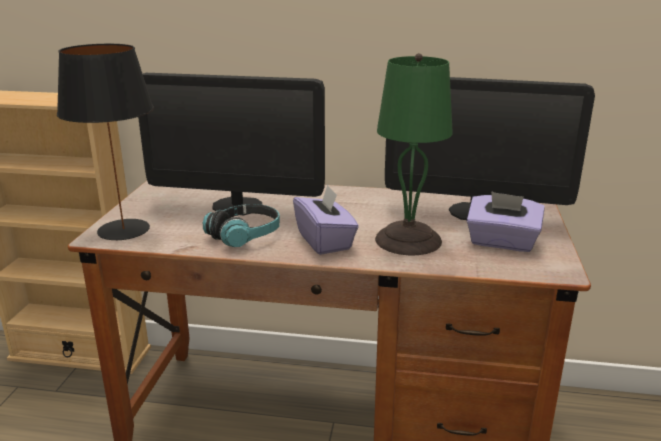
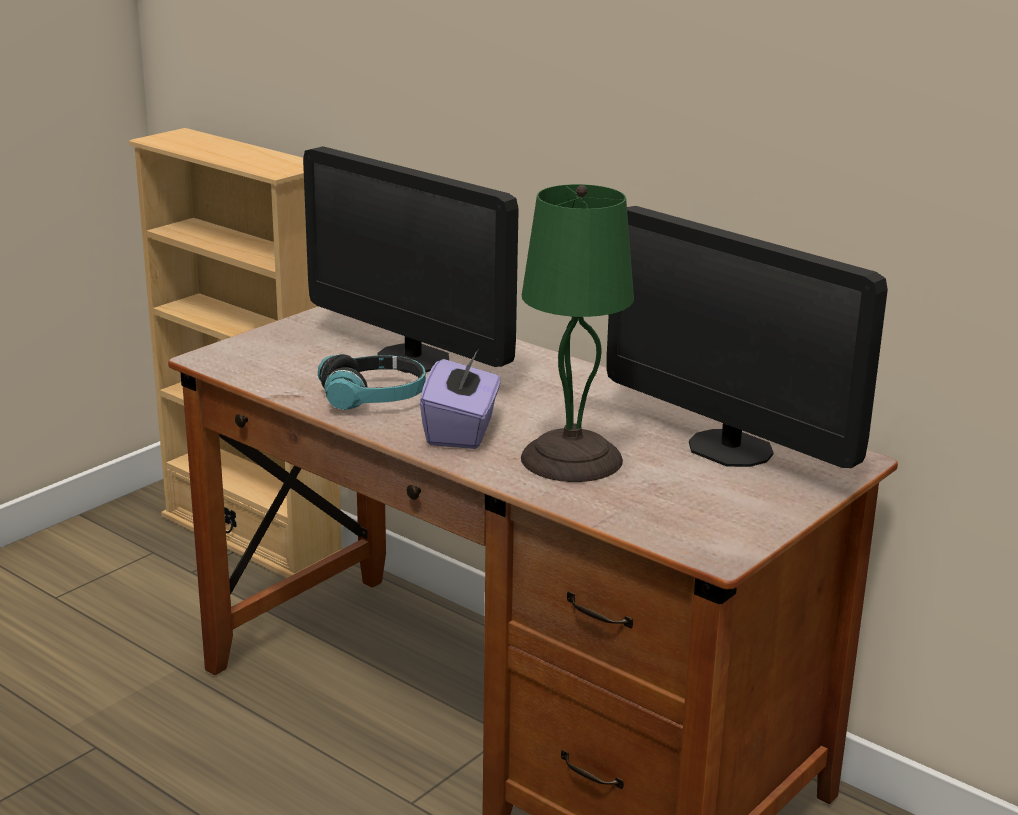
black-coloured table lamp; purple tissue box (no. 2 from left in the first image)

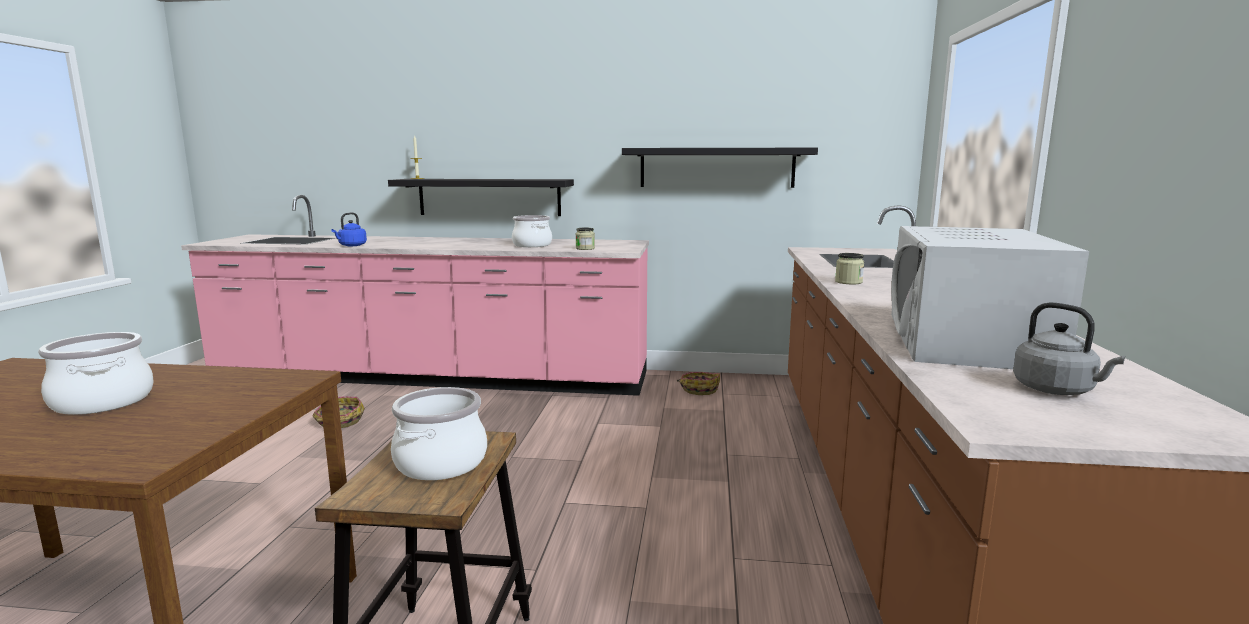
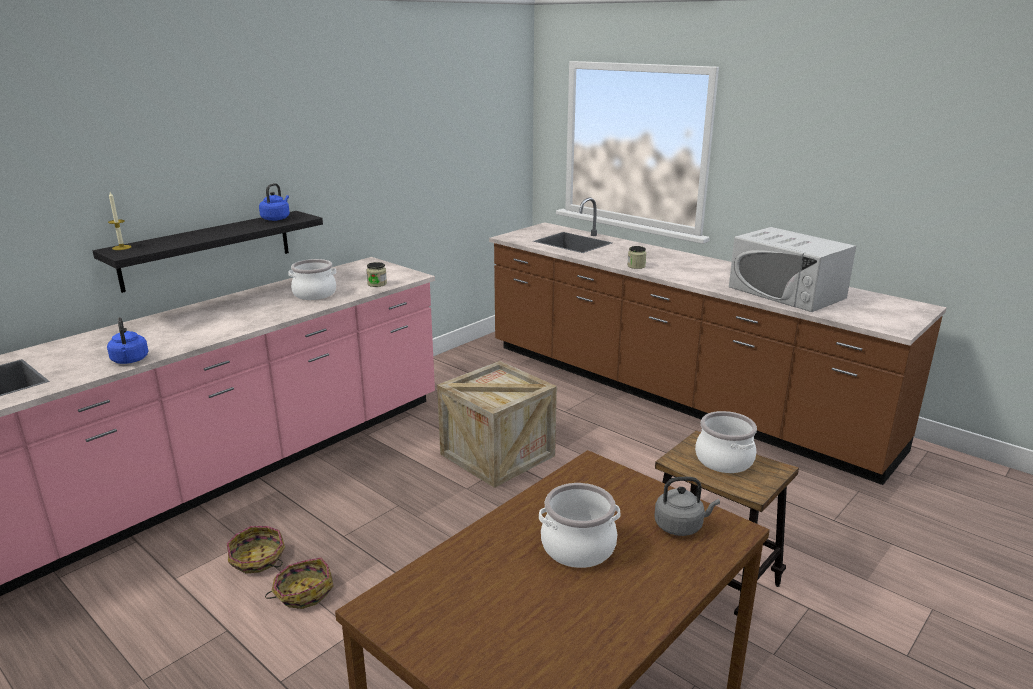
black-coloured wall shelf (no. 2 from left in the first image); bluish kettle (no. 2 from left); crate; storage basket (no. 2 from left); grey kettle

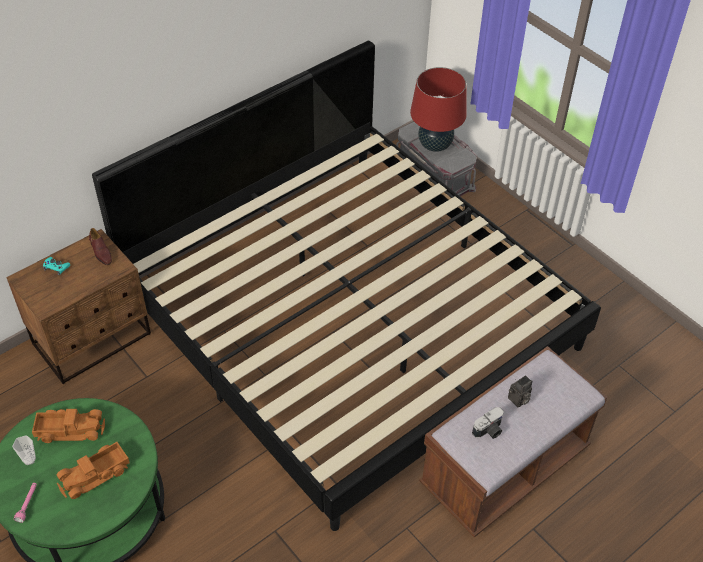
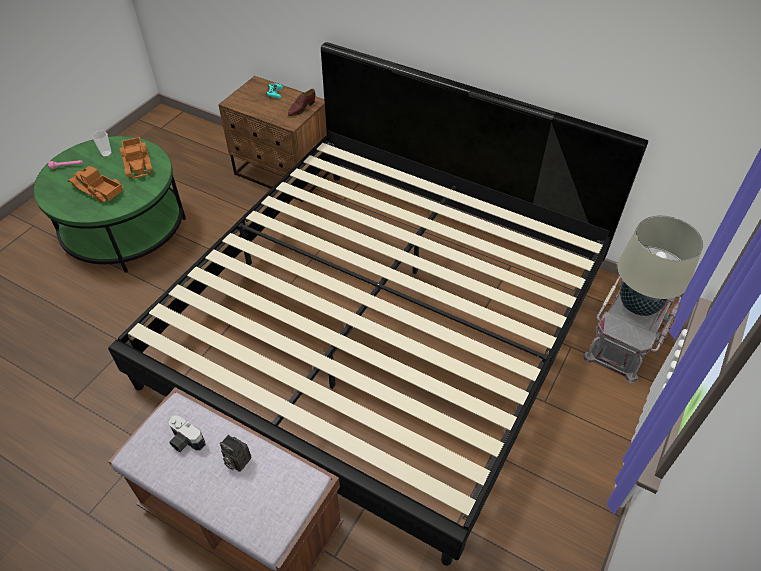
beige table lamp

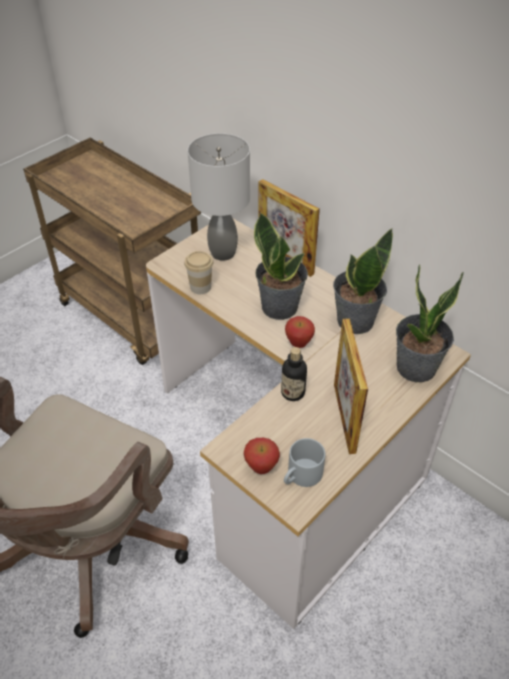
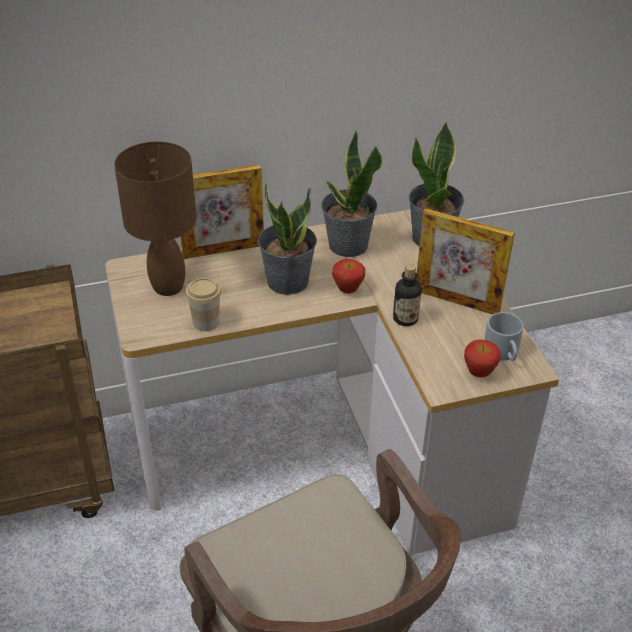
brownish table lamp

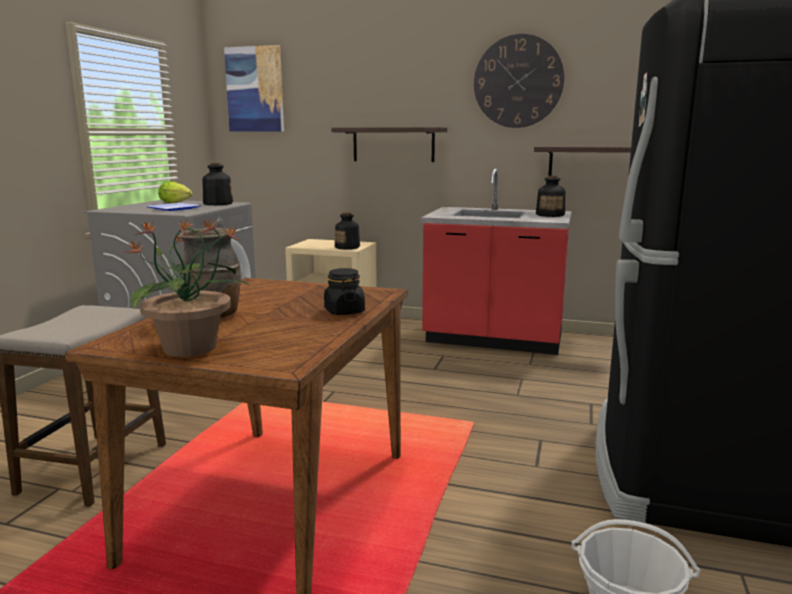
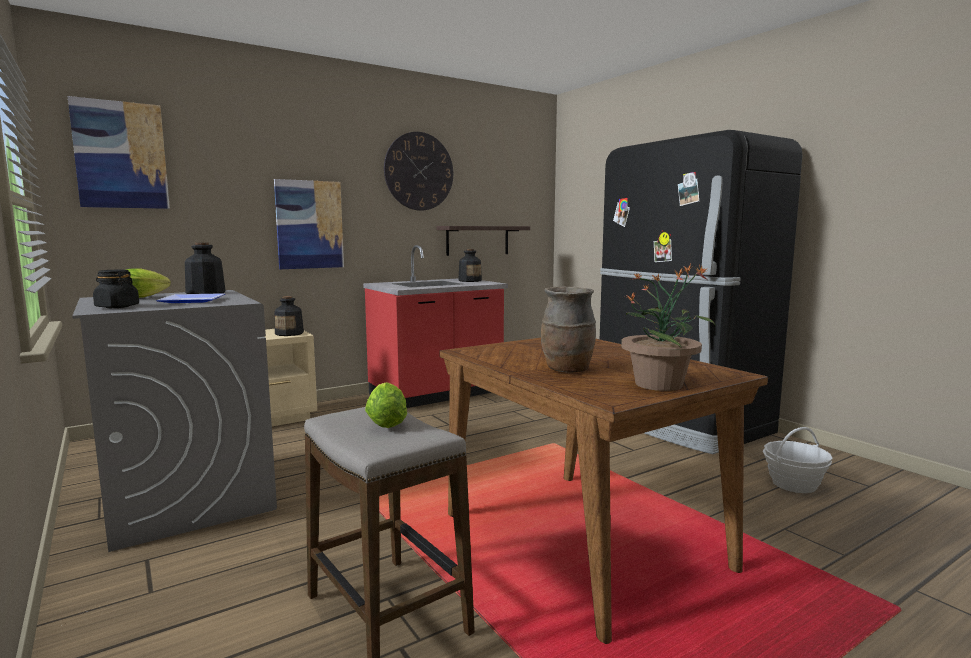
lettuce (no. 2 from left); black-coloured storage jar; wall picture (no. 2 from left)

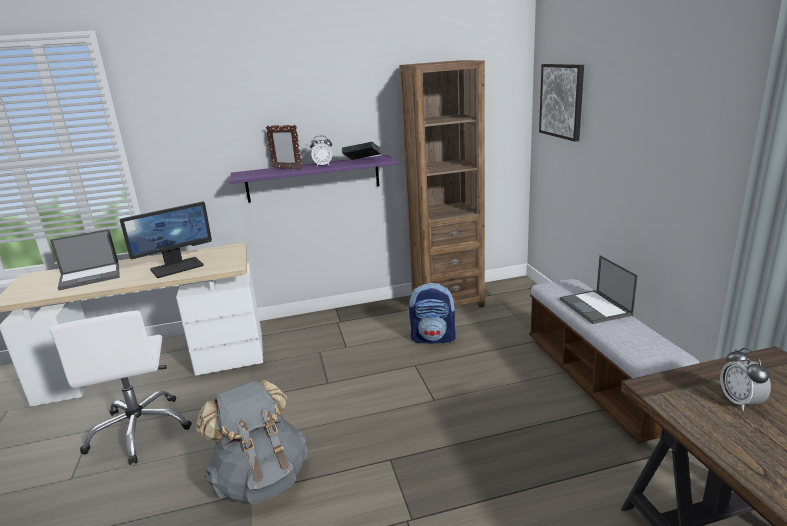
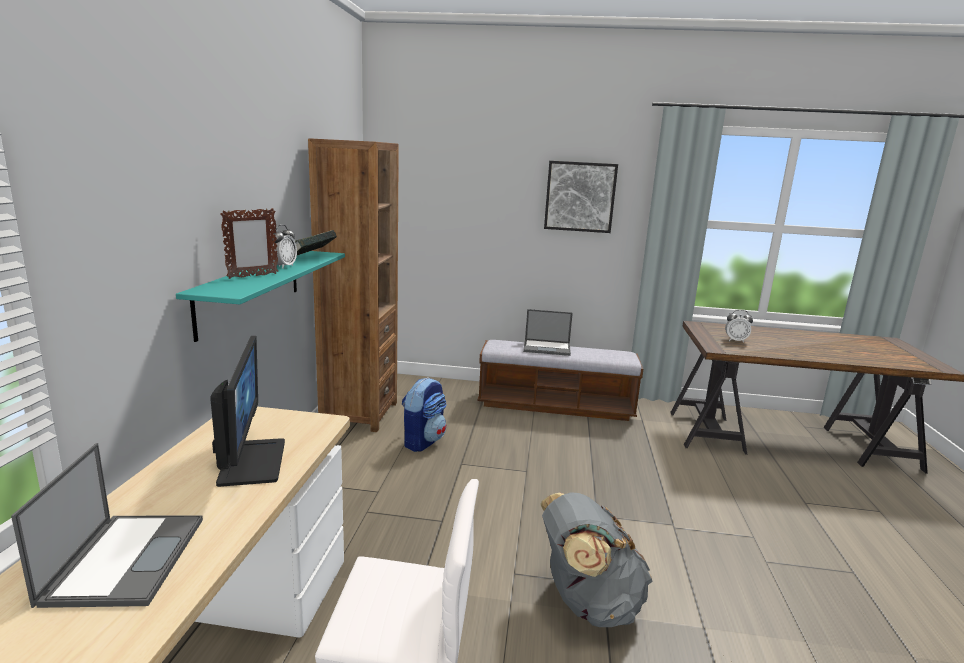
wall picture; turquoise wall shelf

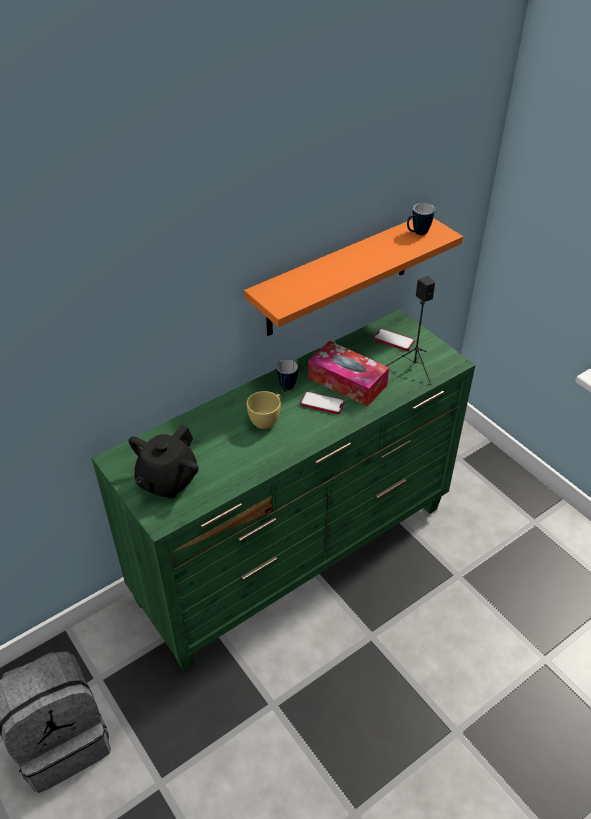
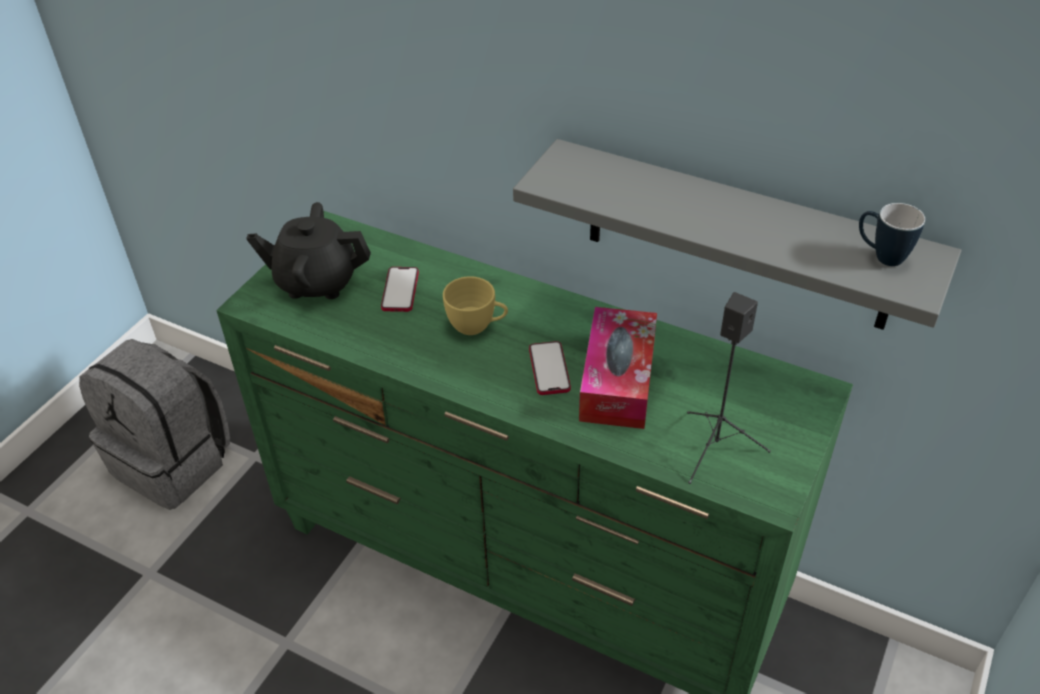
mug (no. 1 from left in the first image); telephone (no. 1 from left); grey wall shelf

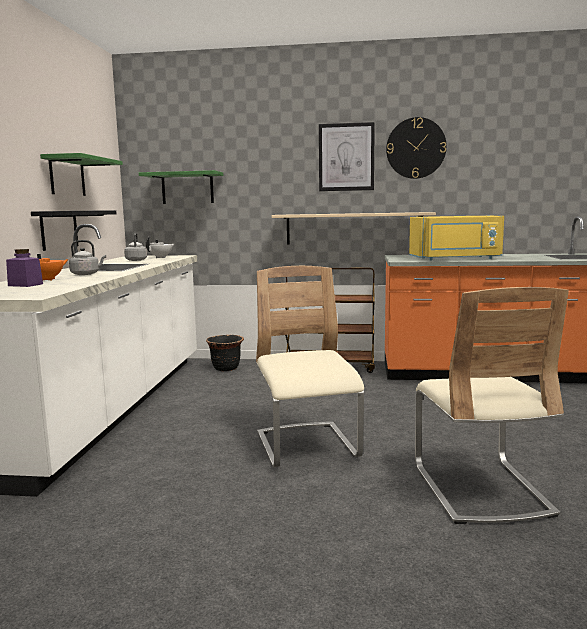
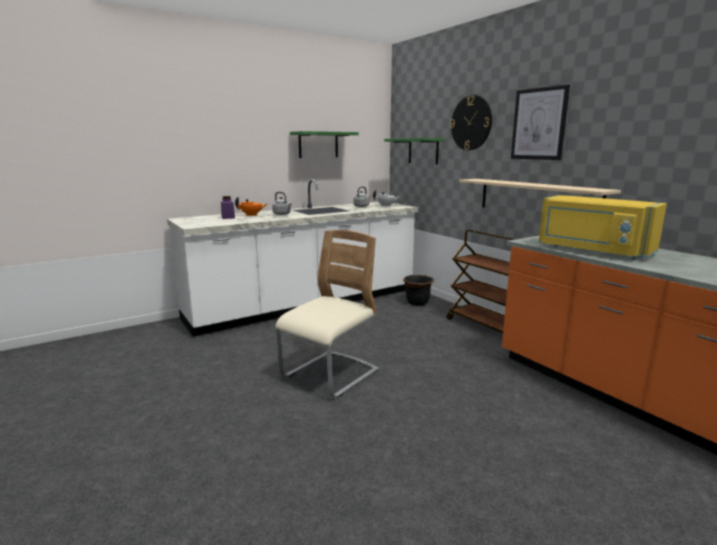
black-coloured wall shelf; beige plain chair (no. 2 from left in the first image); wall clock

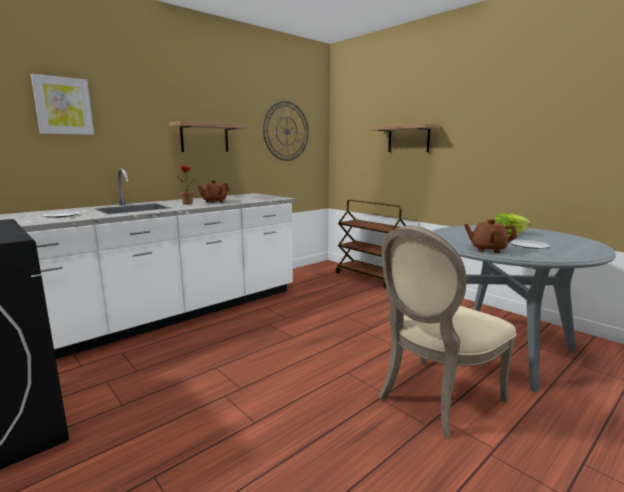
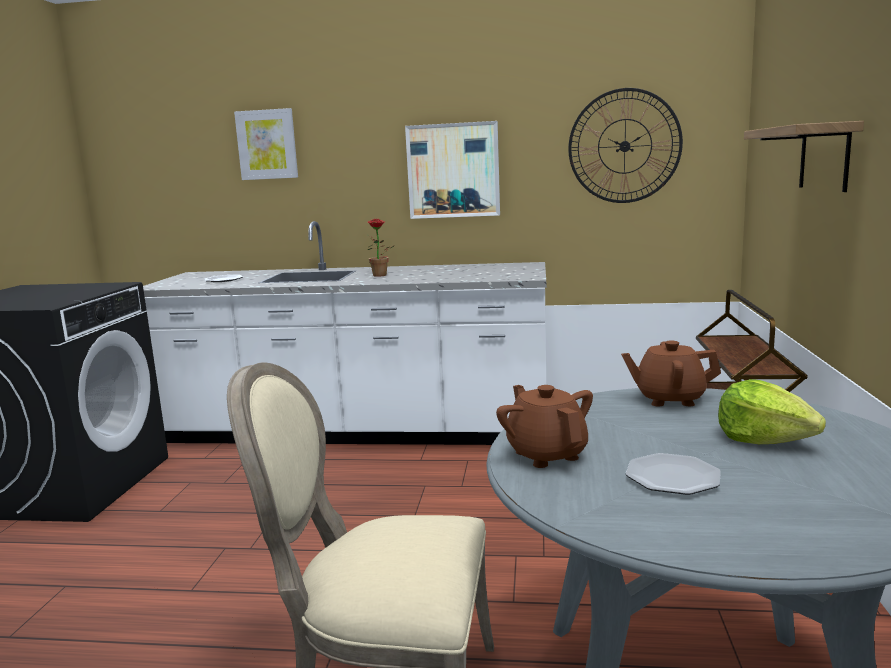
brownish pot for tea (no. 2 from left); wall picture (no. 2 from left)

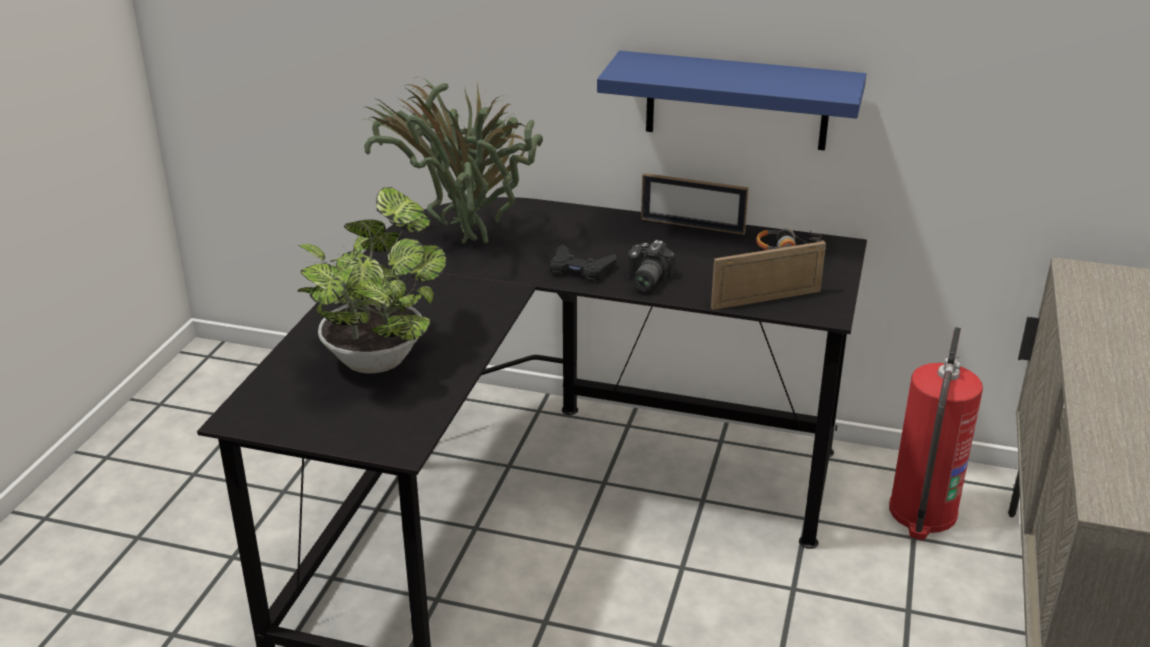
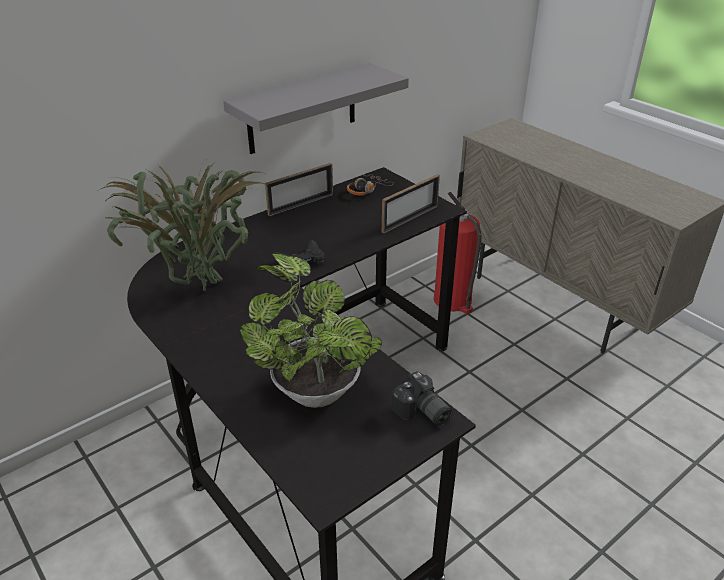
still camera; grey wall shelf; photo frame (no. 2 from left)

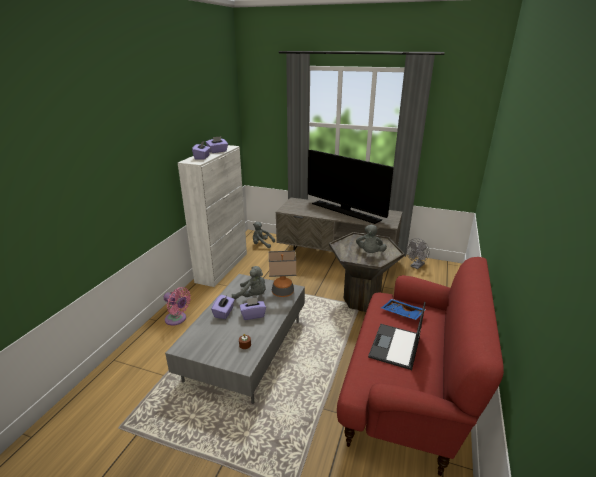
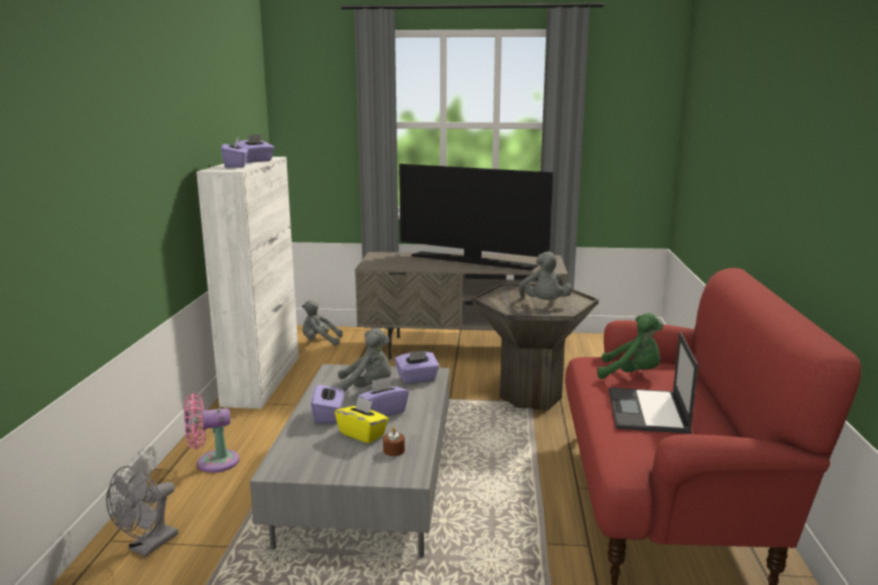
yellowish tissue box; grey fan; purple tissue box (no. 5 from left); green-coloured cuddly toy; pinkish fan

